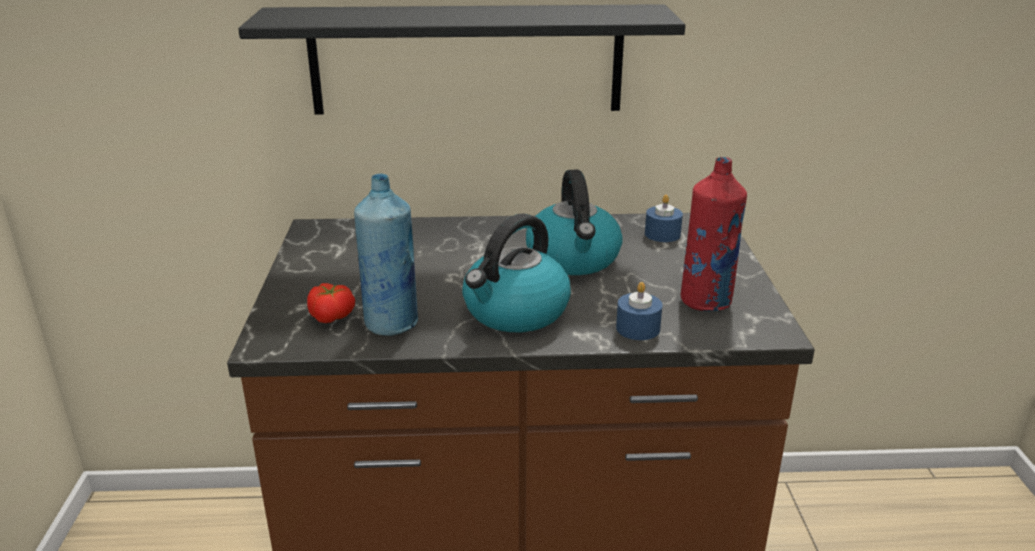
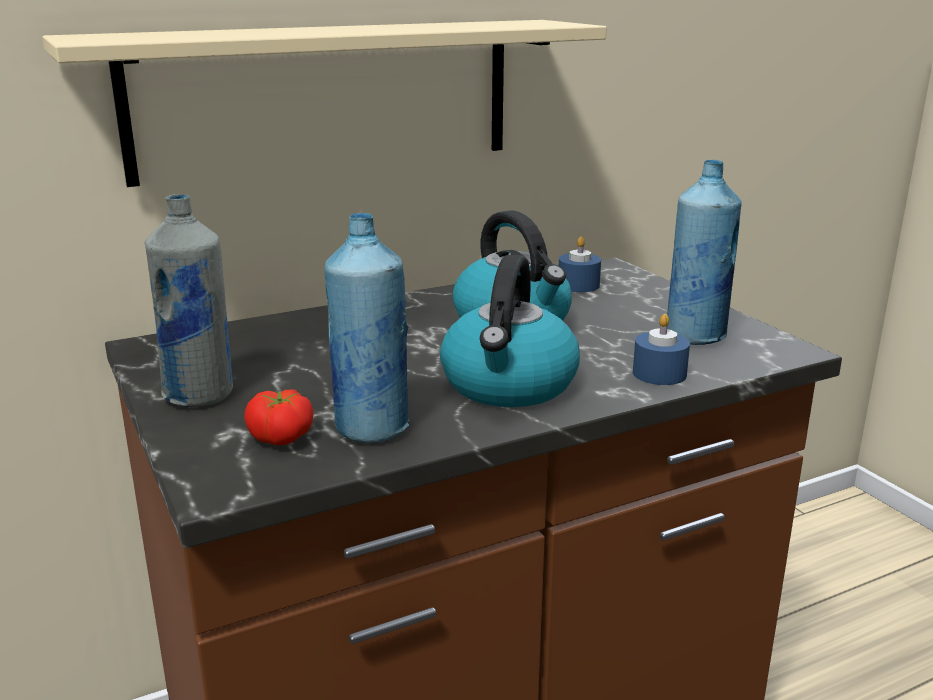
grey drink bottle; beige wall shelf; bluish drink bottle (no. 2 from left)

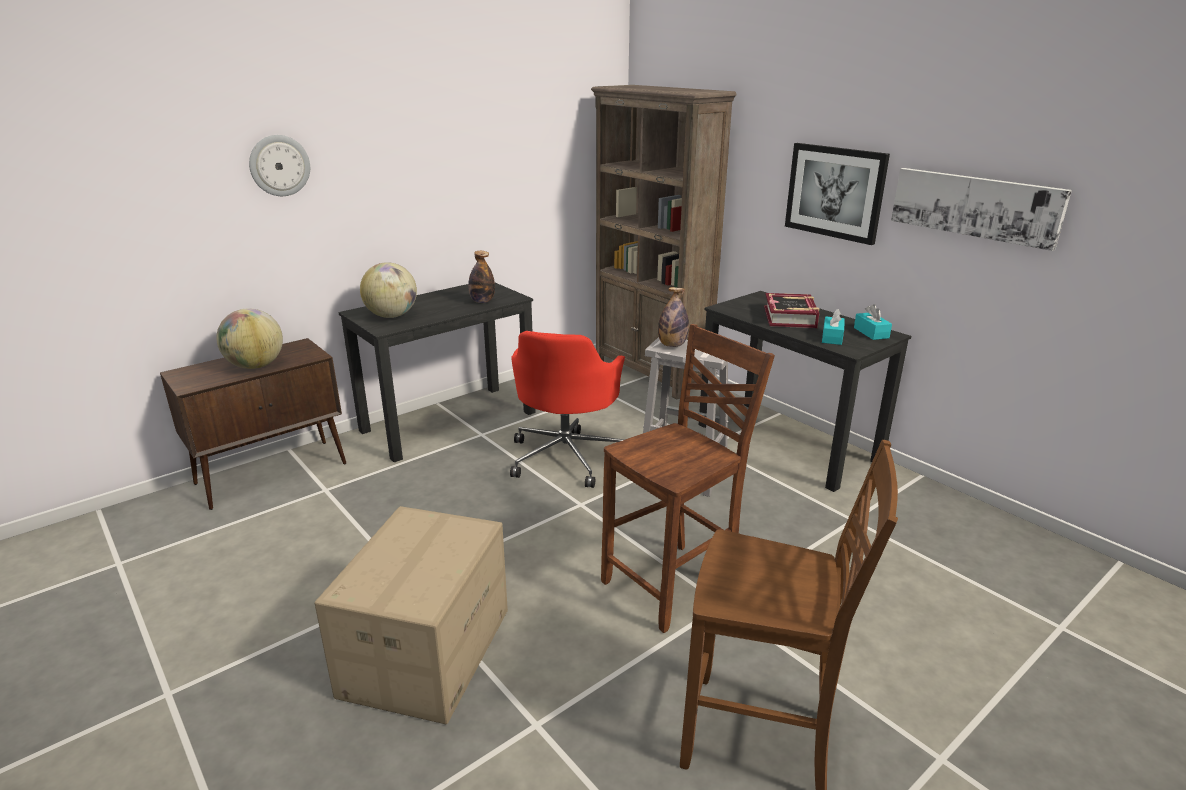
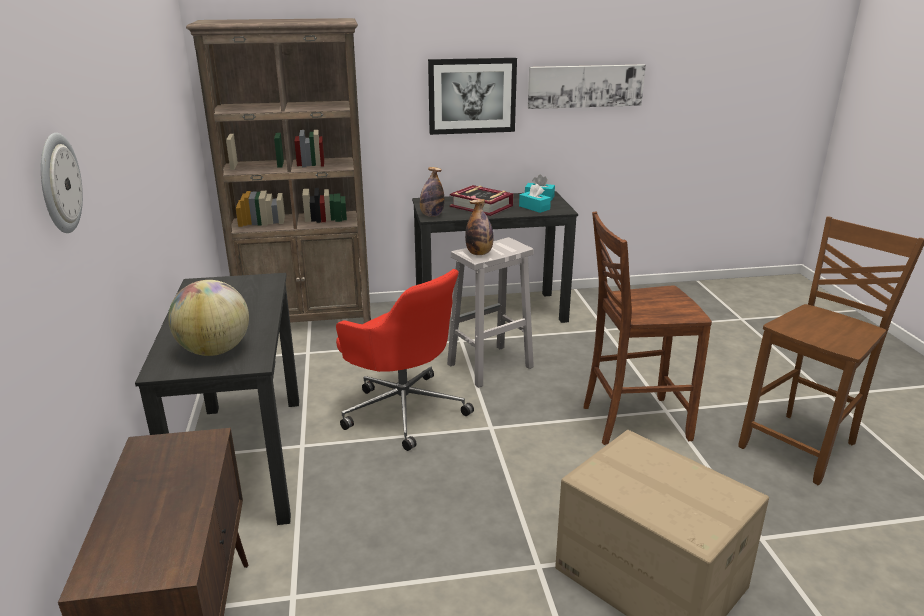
globe (no. 1 from left in the first image); drink bottle (no. 1 from left); brownish plain chair (no. 1 from left)

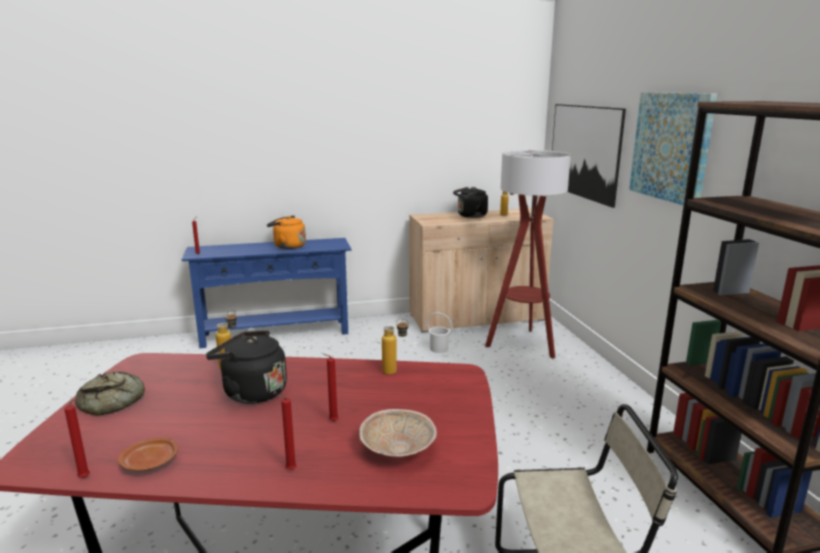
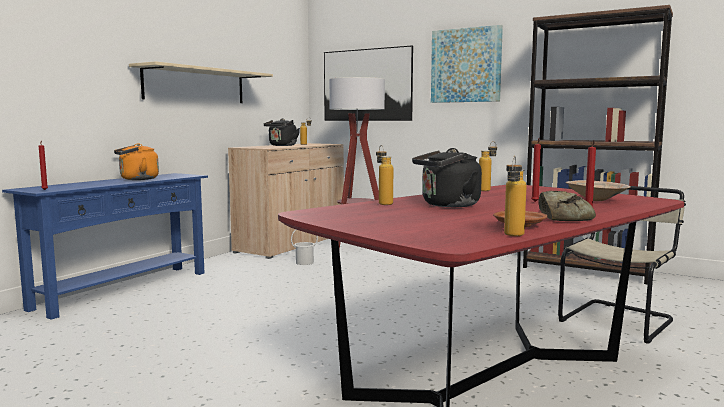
beige wall shelf; bread; drink bottle (no. 4 from left)

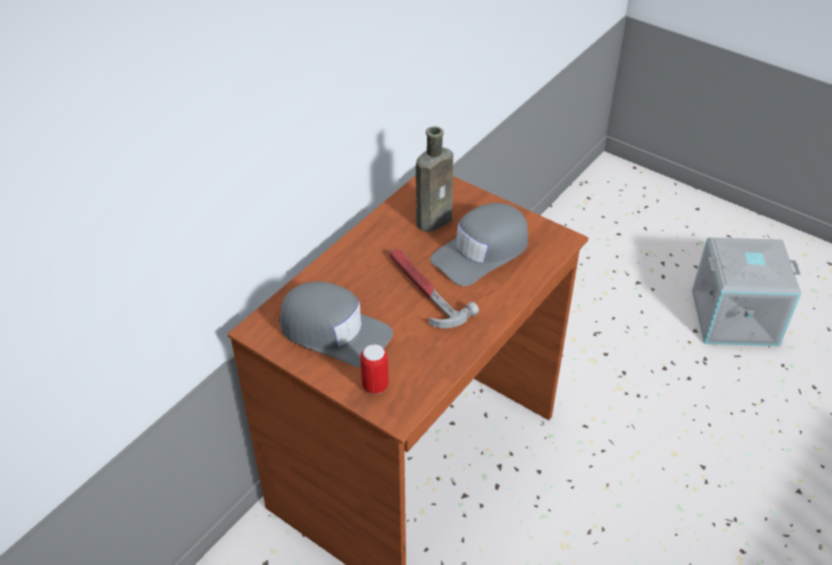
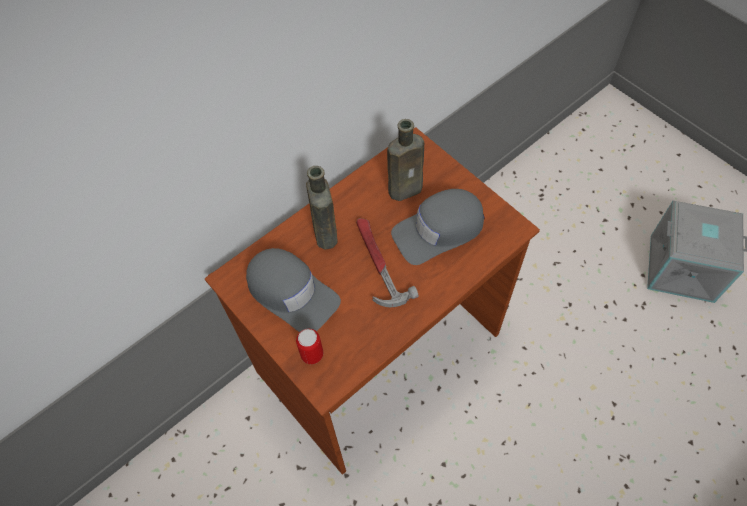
brownish drink bottle (no. 1 from left)

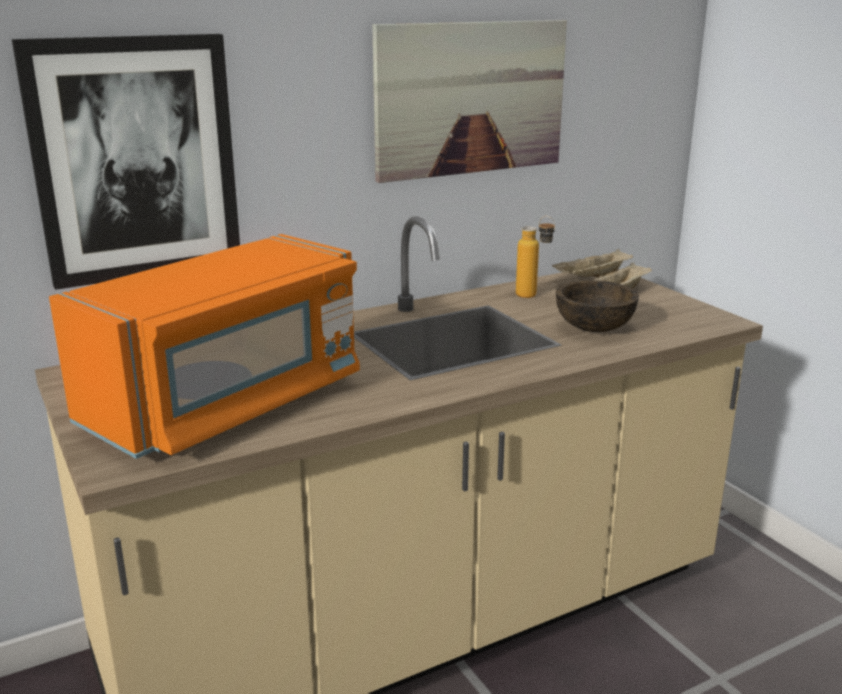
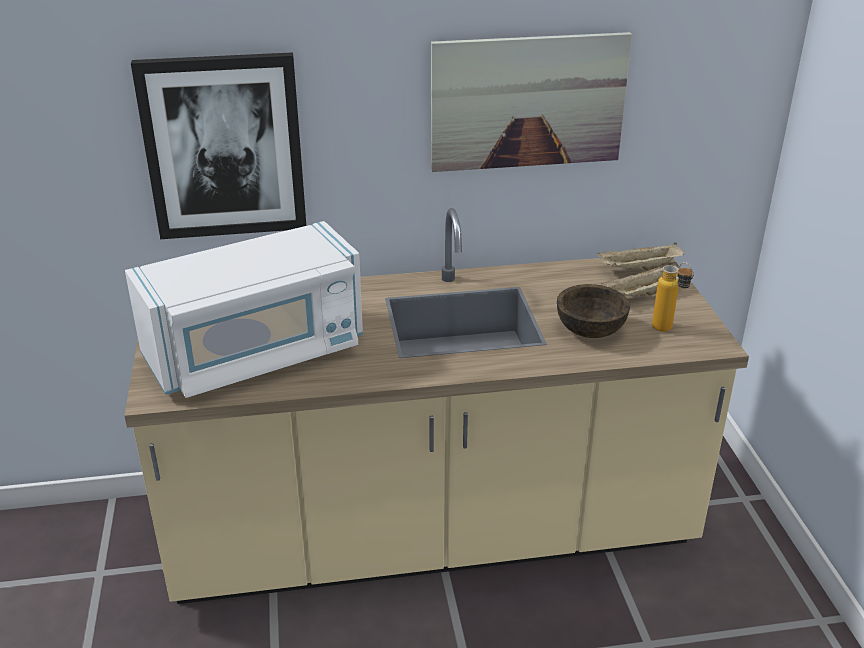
drink bottle; whitish microwave oven

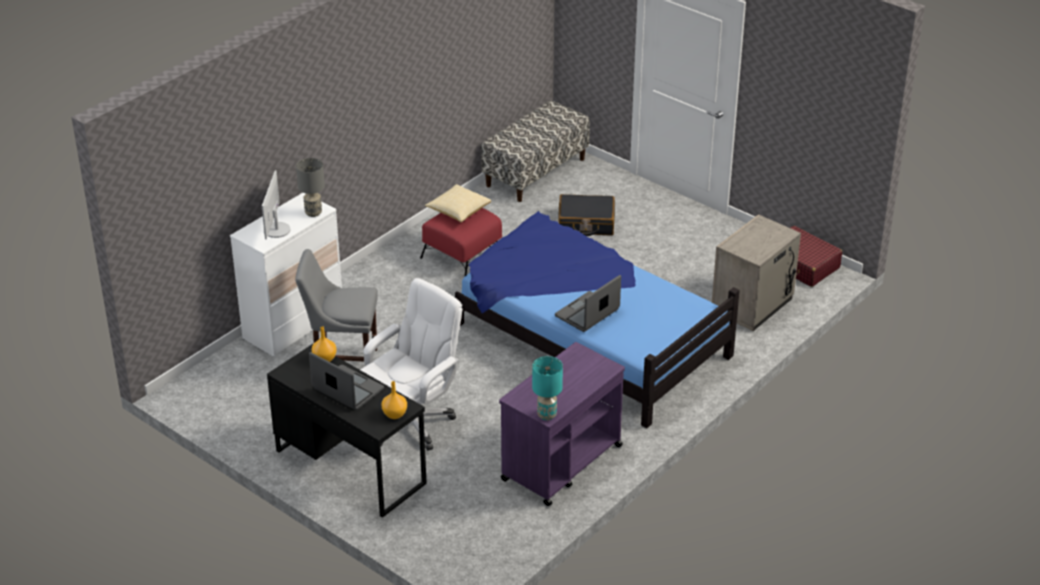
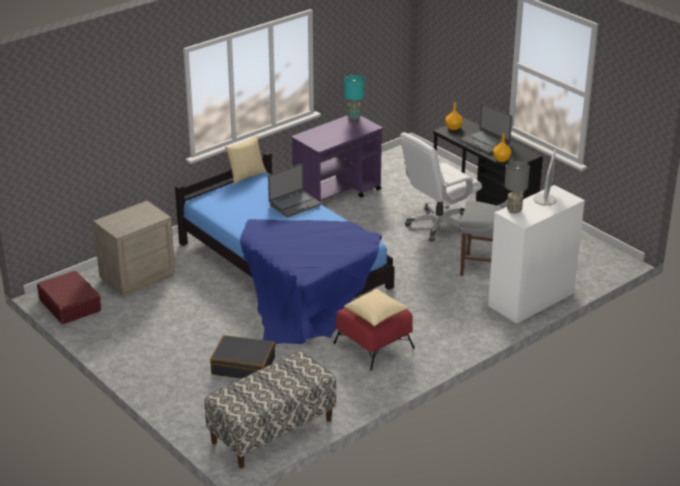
throw pillow (no. 1 from left)

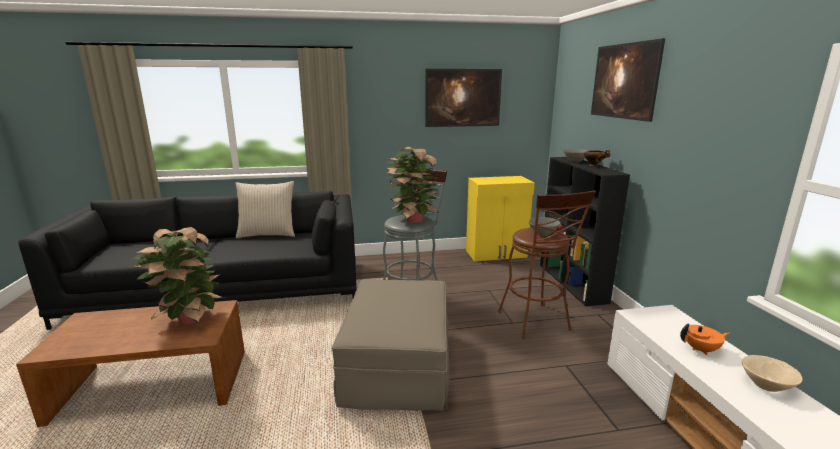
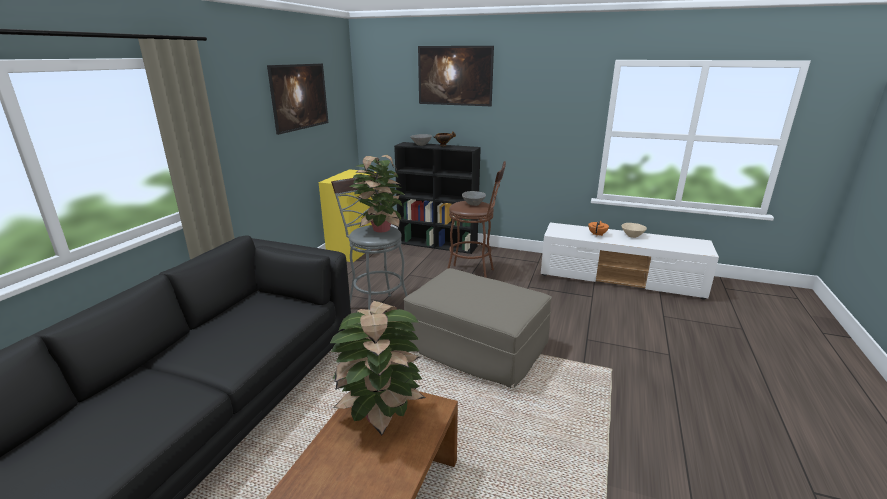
beige throw pillow

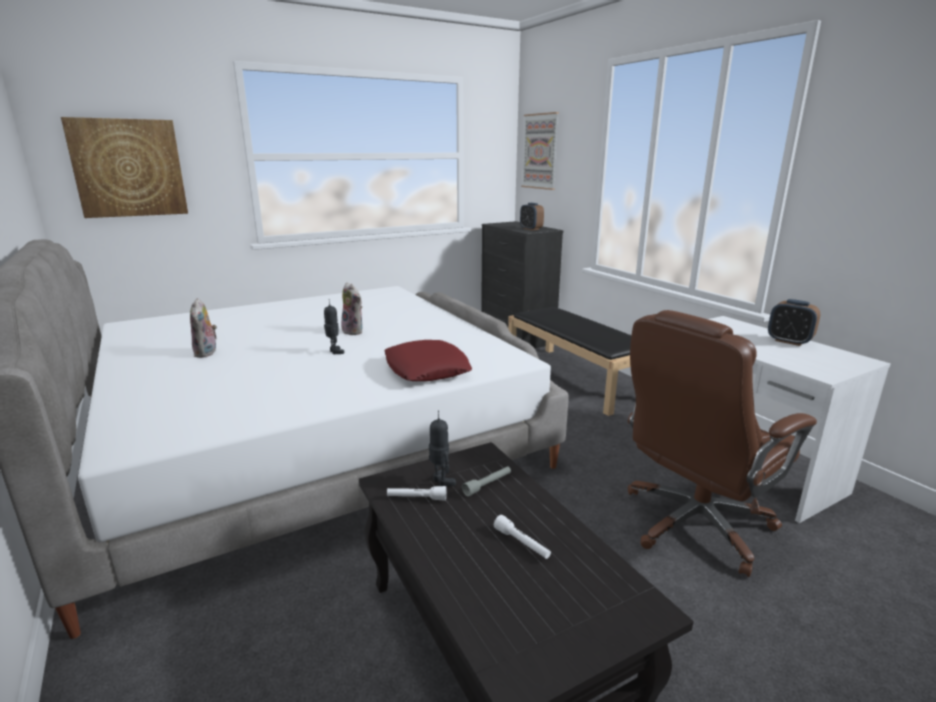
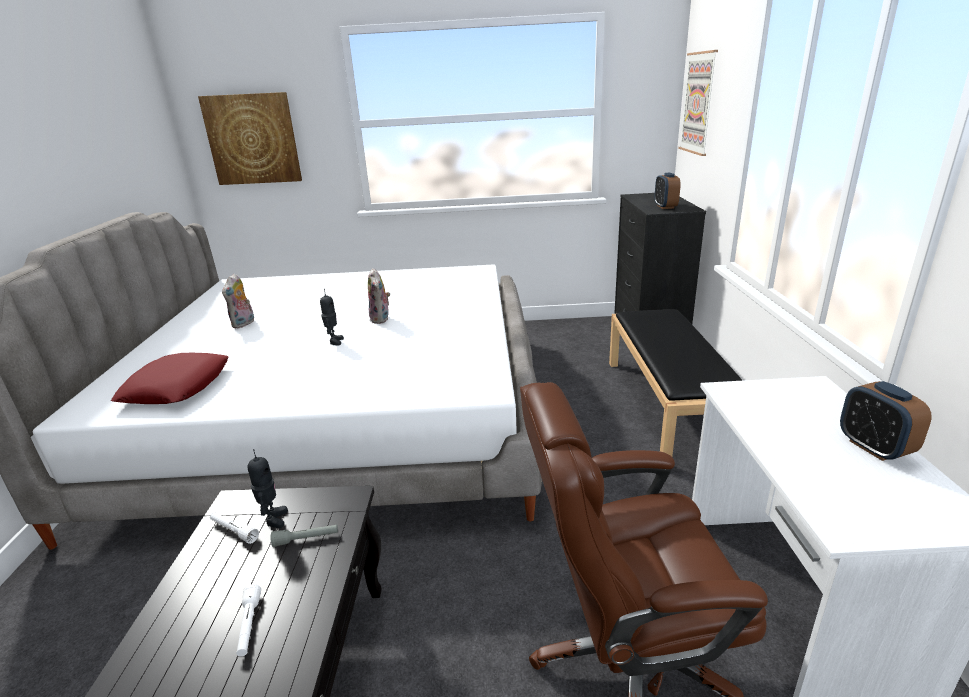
red-coloured throw pillow

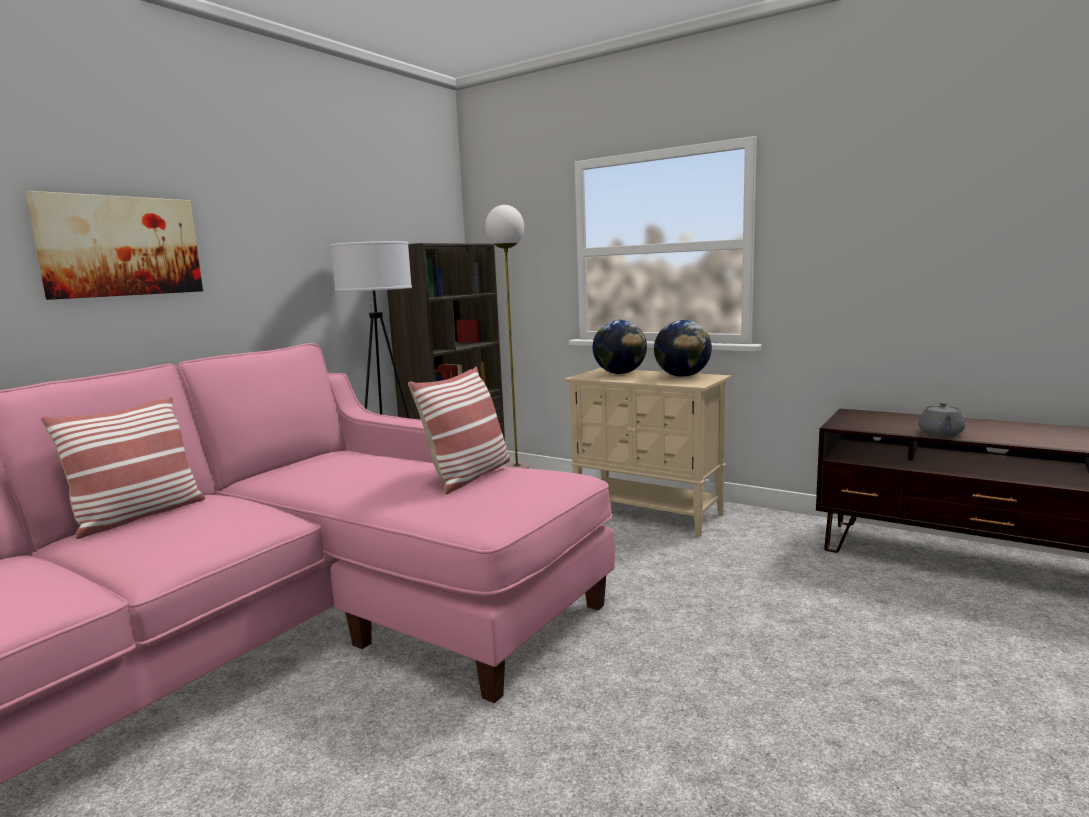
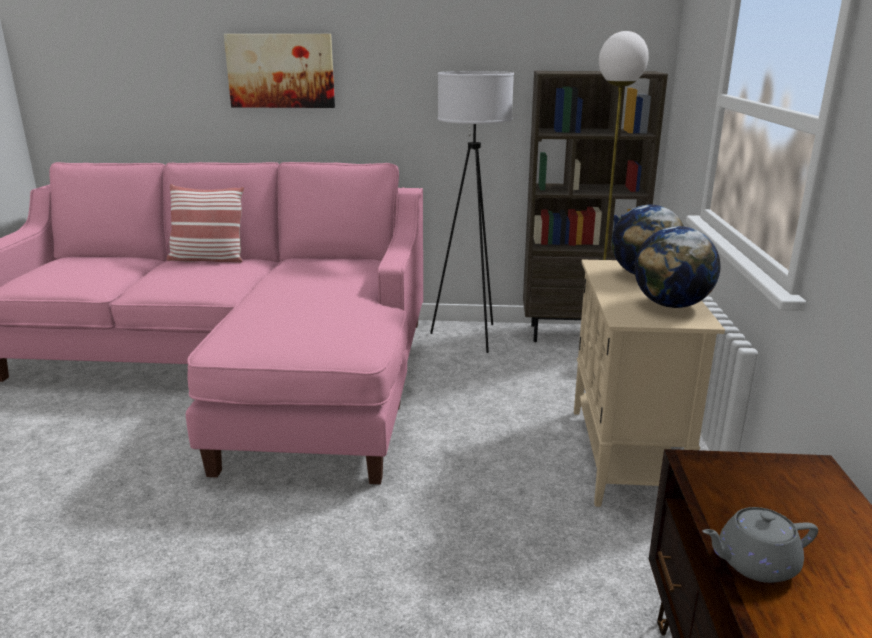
throw pillow (no. 2 from left in the first image)

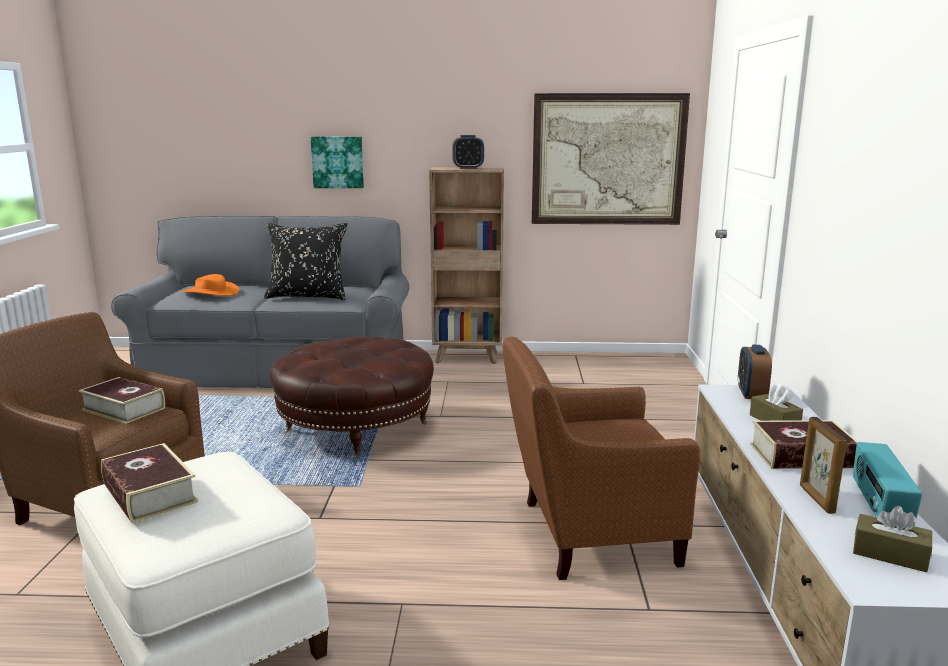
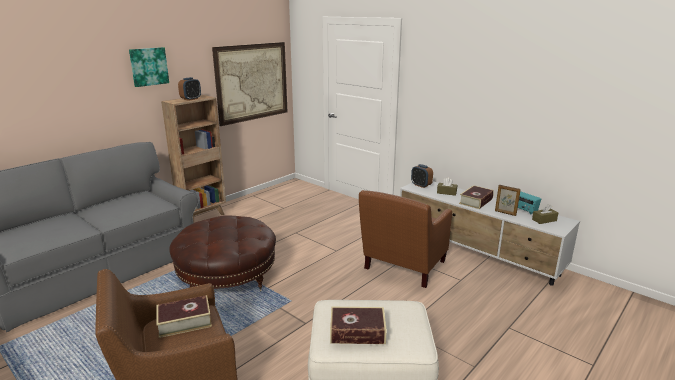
orange-coloured hat; black-coloured throw pillow; wall picture (no. 1 from left)

